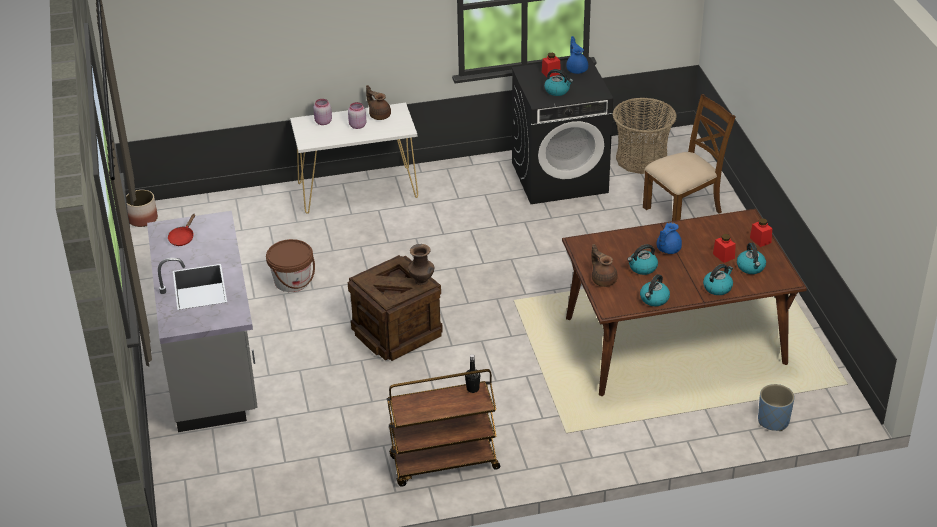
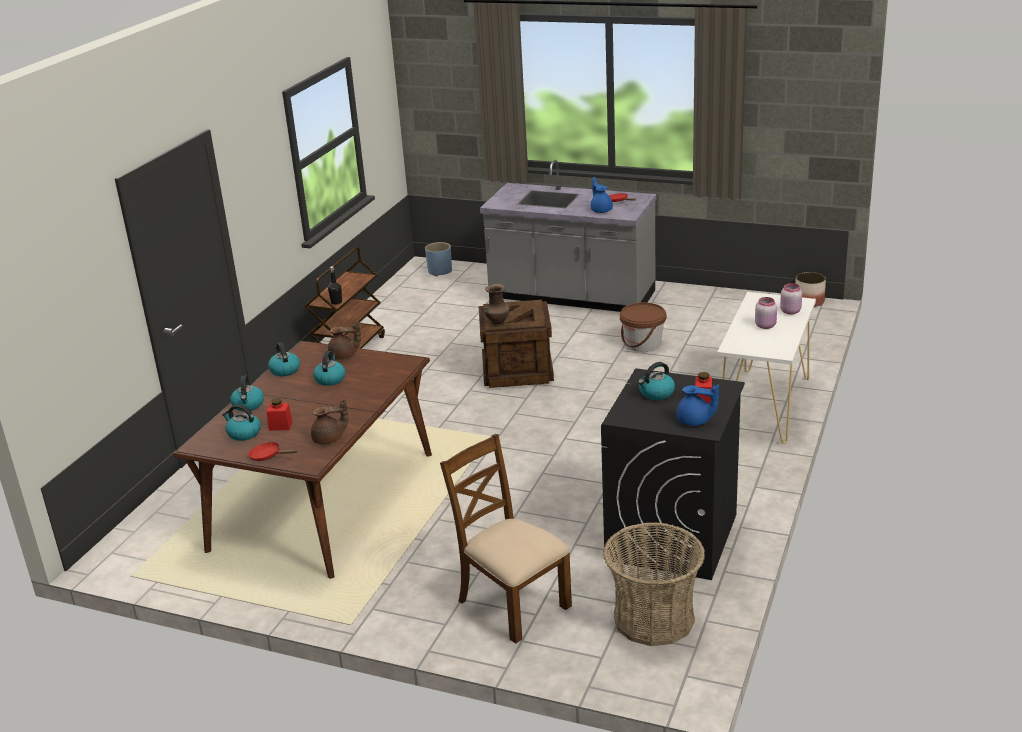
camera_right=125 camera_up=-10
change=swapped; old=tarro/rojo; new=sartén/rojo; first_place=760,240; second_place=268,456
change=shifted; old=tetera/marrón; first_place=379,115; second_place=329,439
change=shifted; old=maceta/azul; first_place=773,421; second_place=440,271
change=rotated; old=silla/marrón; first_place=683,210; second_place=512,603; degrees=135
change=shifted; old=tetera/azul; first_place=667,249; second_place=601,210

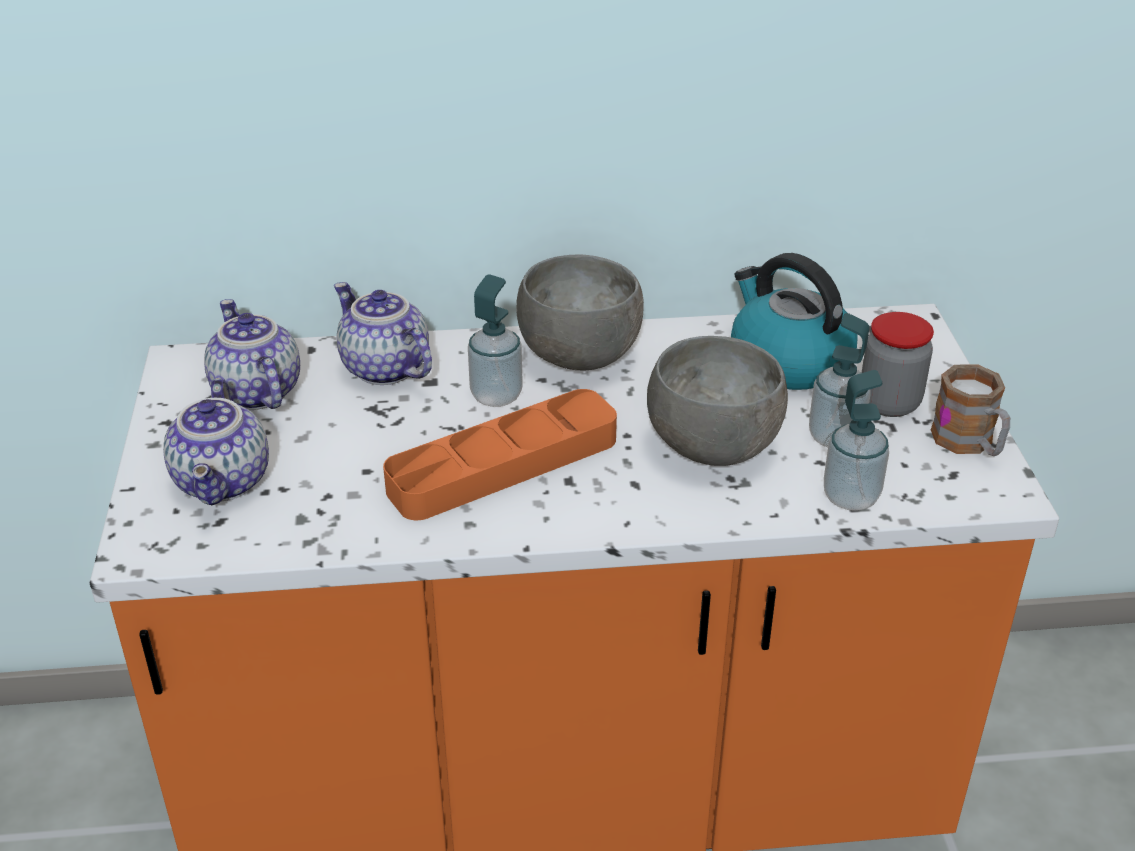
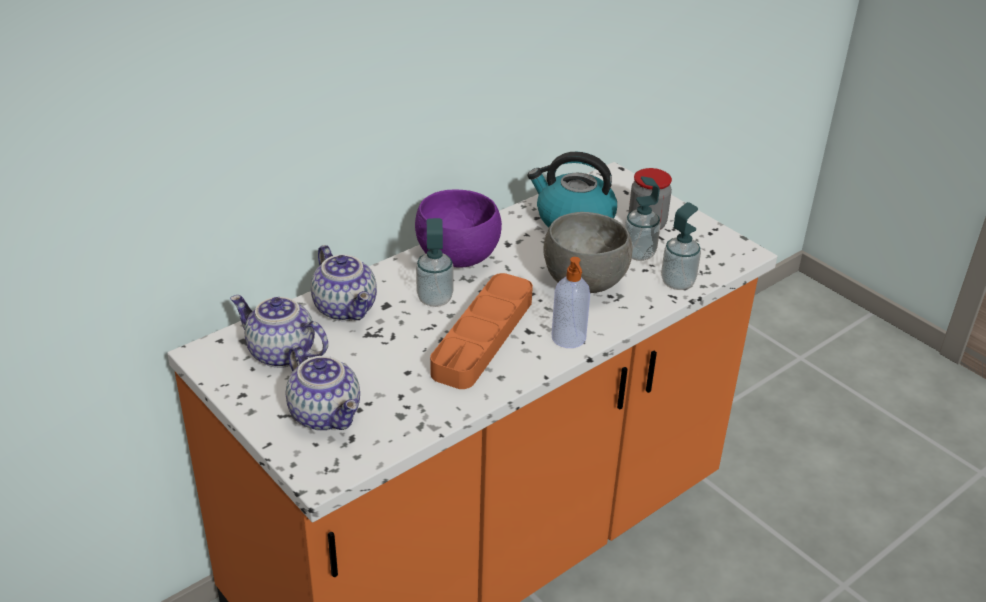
camera_right=-35 camera_up=0
change=rotated; old=tetera; first_place=383,368; second_place=347,308; degrees=-135
change=repainted; old=cuenco/gris; new=cuenco/morado; first_place=581,357; second_place=459,258
change=new; new=dispensador de jabón; second_place=569,339
change=gone; old=taza grande; first_place=969,444

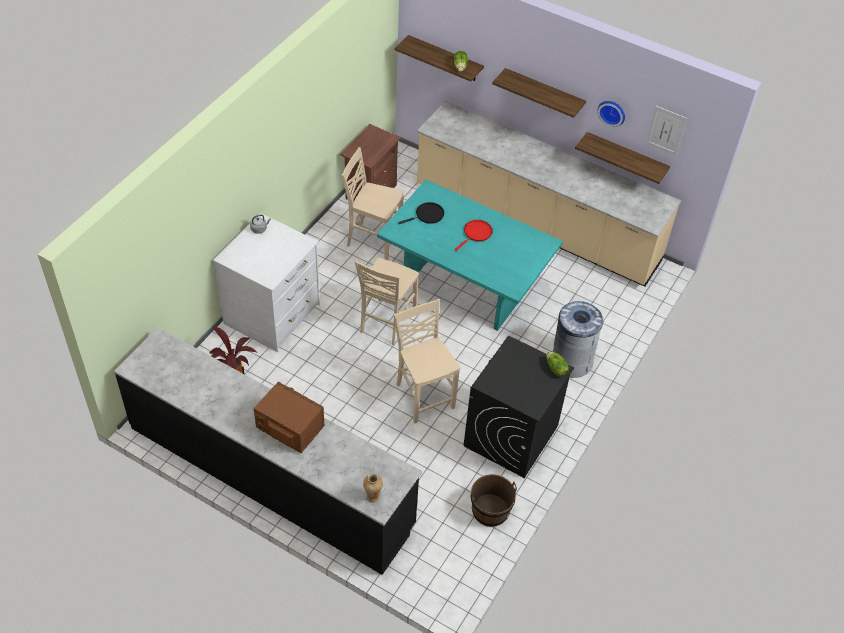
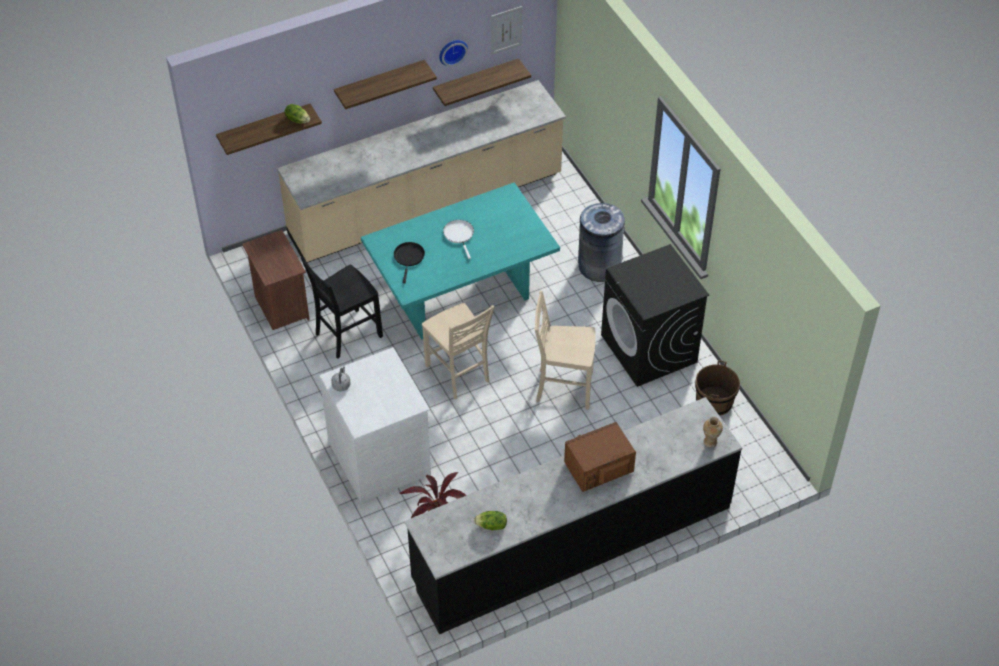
camera_right=-55 camera_up=0
change=repainted; old=silla/beis; new=silla/negro; first_place=373,240; second_place=346,335
change=repainted; old=sartén/rojo; new=sartén/blanco; first_place=476,233; second_place=459,235
change=shifted; old=lechuga; first_place=555,369; second_place=491,526

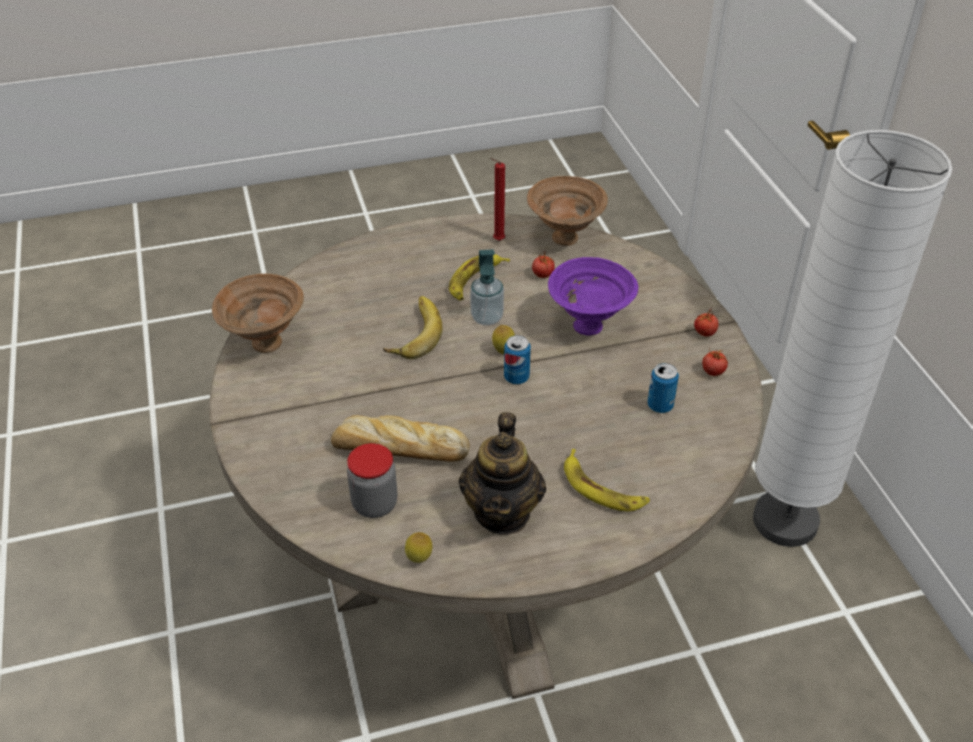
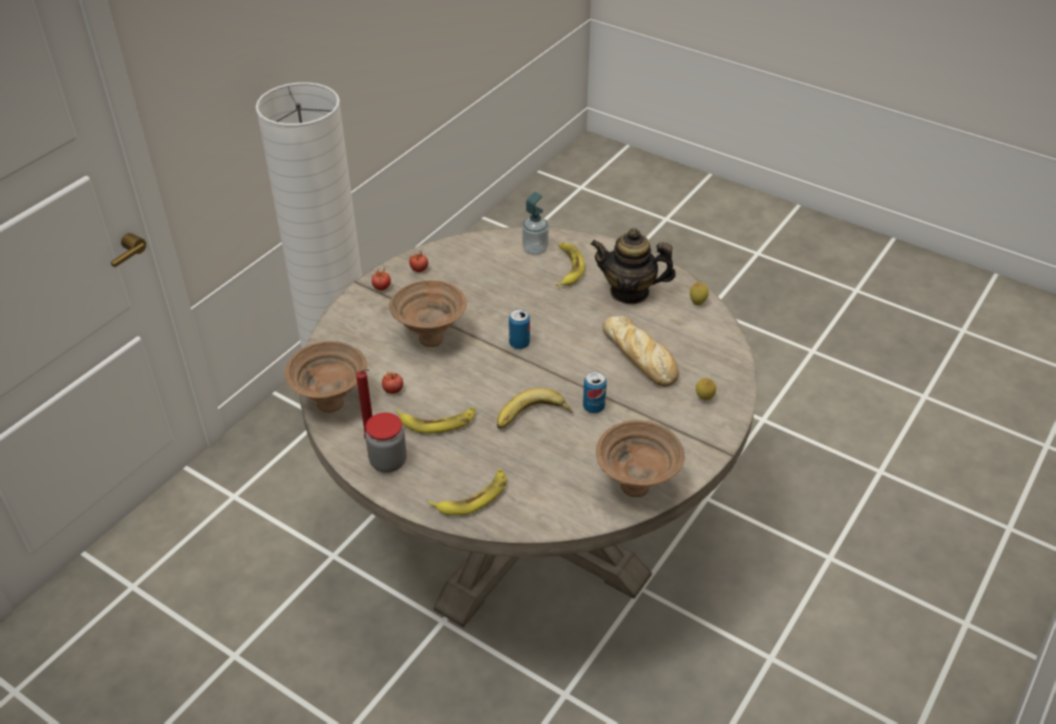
camera_right=-130 camera_up=0
change=shifted; old=tarro; first_place=374,504; second_place=388,462
change=repainted; old=cuenco/morado; new=cuenco/marrón; first_place=589,325; second_place=429,338
change=new; new=plátano; second_place=473,497
change=shifted; old=dispensador de jabón; first_place=487,318; second_place=535,250
change=shifted; old=lata; first_place=660,405; second_place=593,407
change=rotated; old=tetera; first_place=503,512; second_place=629,292; degrees=-135
change=shifted; old=limón; first_place=503,351; second_place=704,399

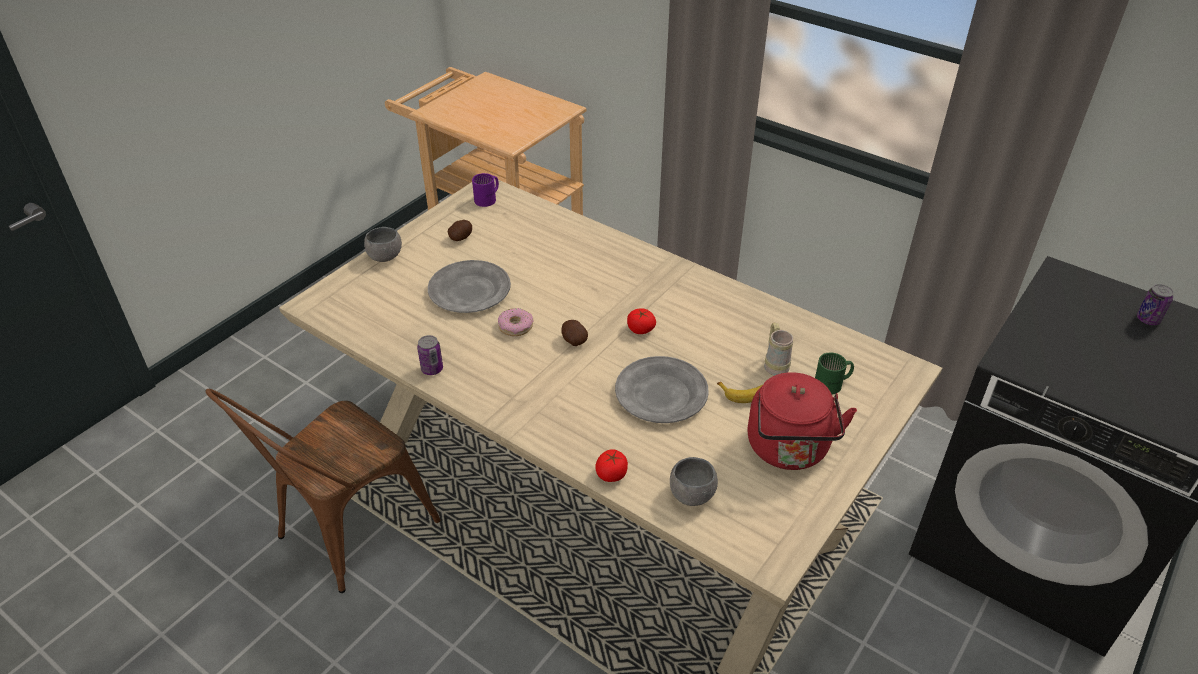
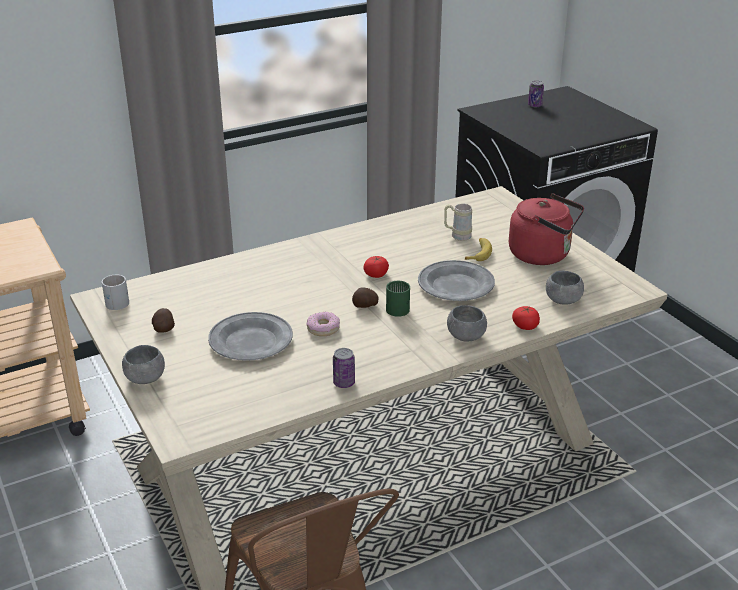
camera_right=-65 camera_up=-10
change=repainted; old=taza grande/morado; new=taza grande/blanco; first_place=488,199; second_place=117,301
change=shifted; old=taza grande/verde; first_place=833,384; second_place=399,307
change=new; new=cuenco/gris; second_place=466,337

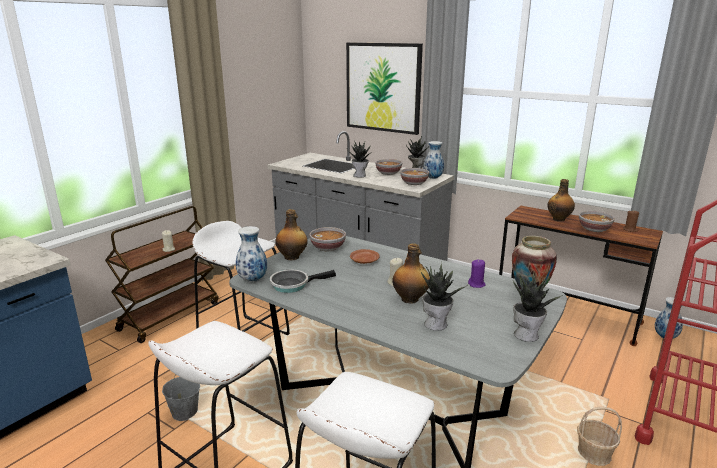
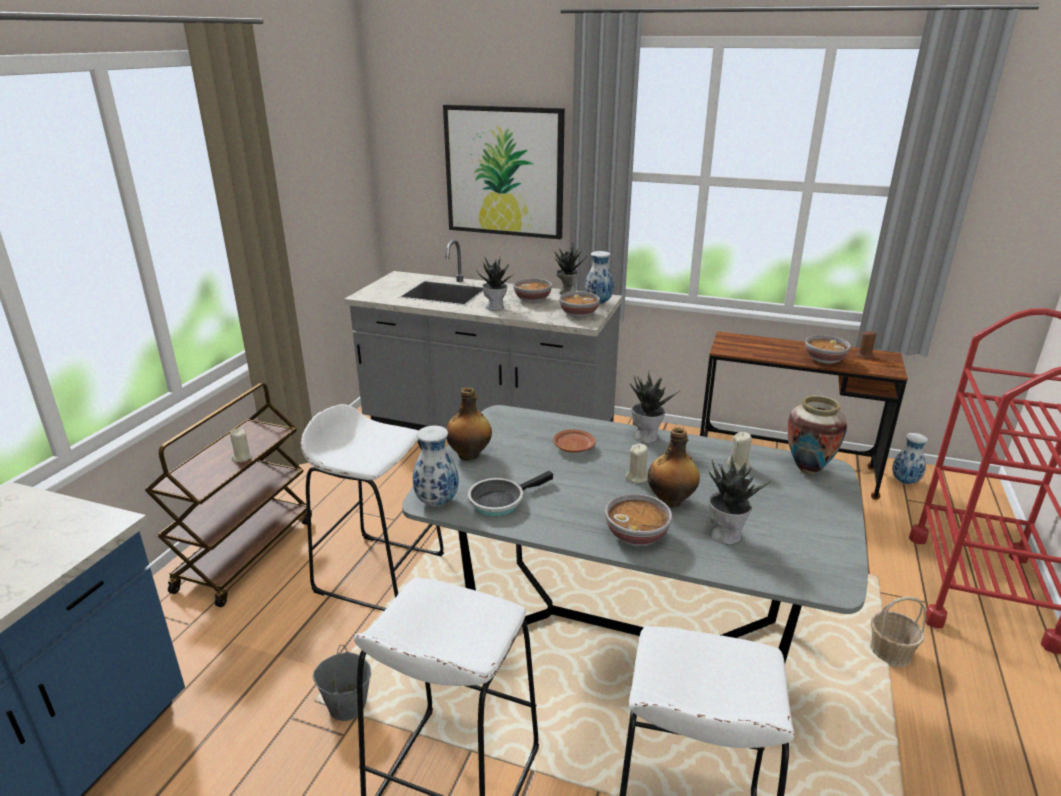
camera_right=-15 camera_up=5
change=shifted; old=cuenco; first_place=328,248; second_place=637,535
change=shifted; old=planta en maceta; first_place=527,334; second_place=646,436
change=repainted; old=vela/morado; new=vela/beis; first_place=476,284; second_place=738,465
change=gone; old=botella; first_place=559,219

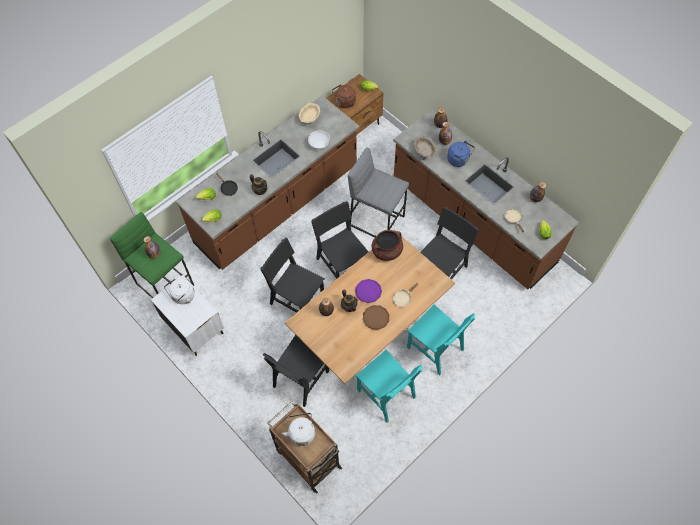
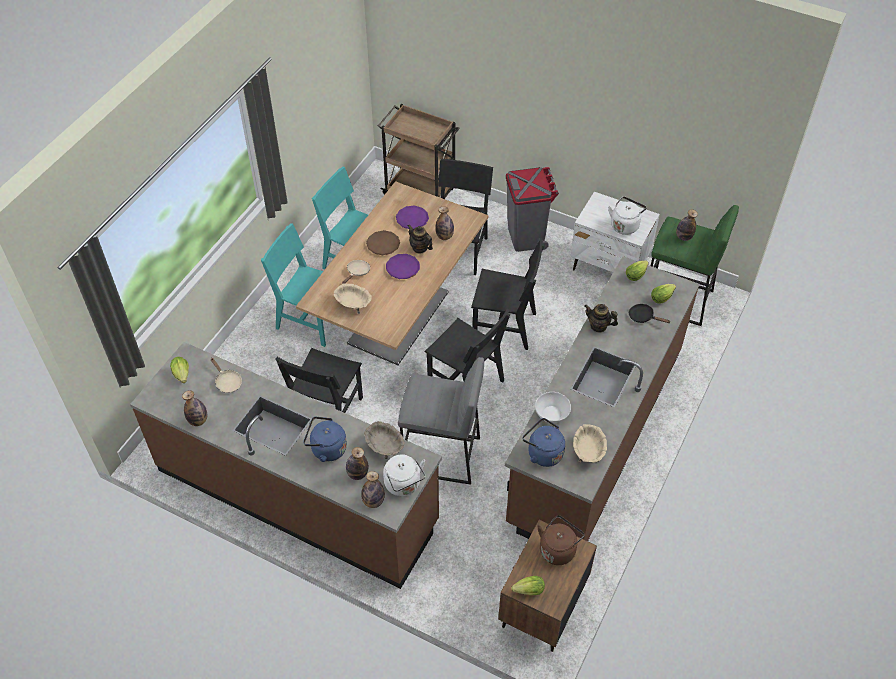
camera_right=160 camera_up=-10
change=new; new=cuenco/beis; second_place=353,304
change=shifted; old=hervidor/blanco; first_place=301,432; second_place=404,485
change=new; new=plato/morado; second_place=412,219
change=new; new=papelera/gris; second_place=526,237
change=new; new=hervidor/azul; second_place=543,453
change=gone; old=olla/marrón; first_place=386,251

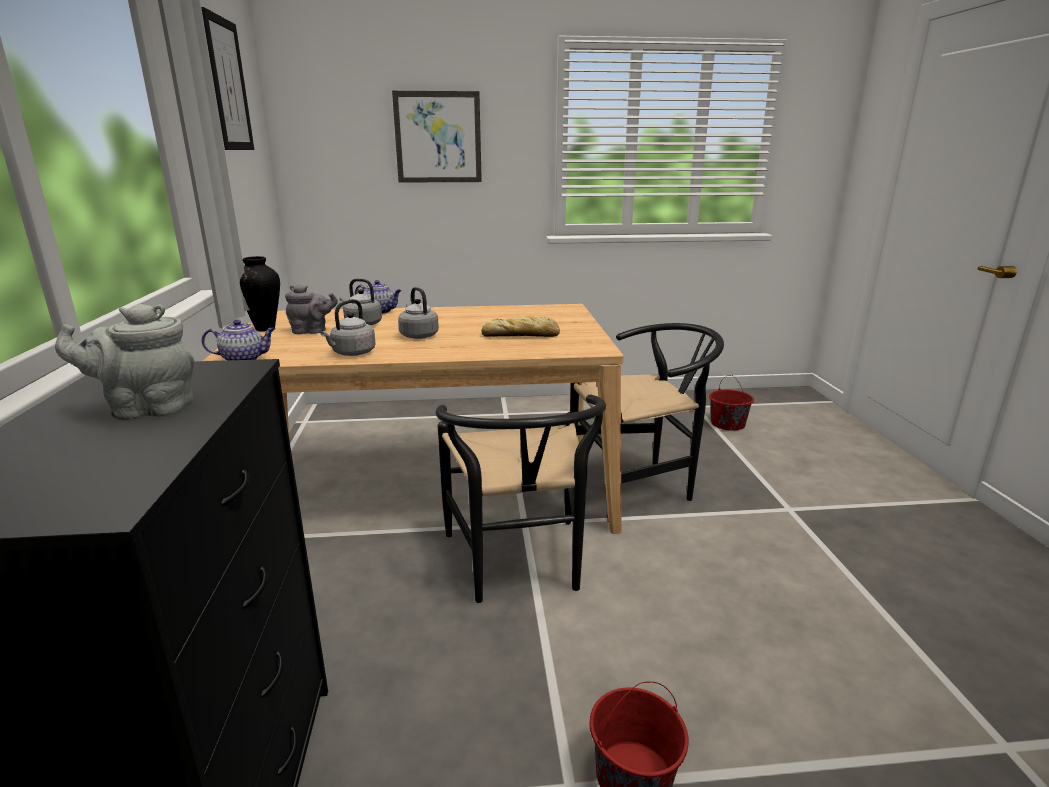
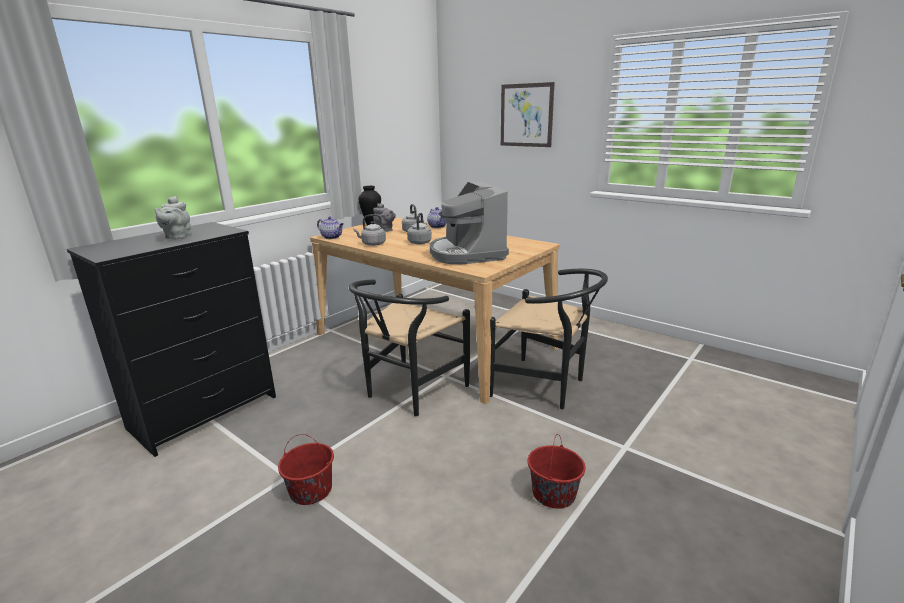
camera_right=45 camera_up=0
change=rotated; old=tetera/gris; first_place=146,409; second_place=177,237; degrees=-120
change=swapped; old=pan; new=cafetera; first_place=522,335; second_place=466,254
change=shifted; old=cubo/rojo; first_place=728,424; second_place=553,493
change=gone; old=cuadro; first_place=229,85

